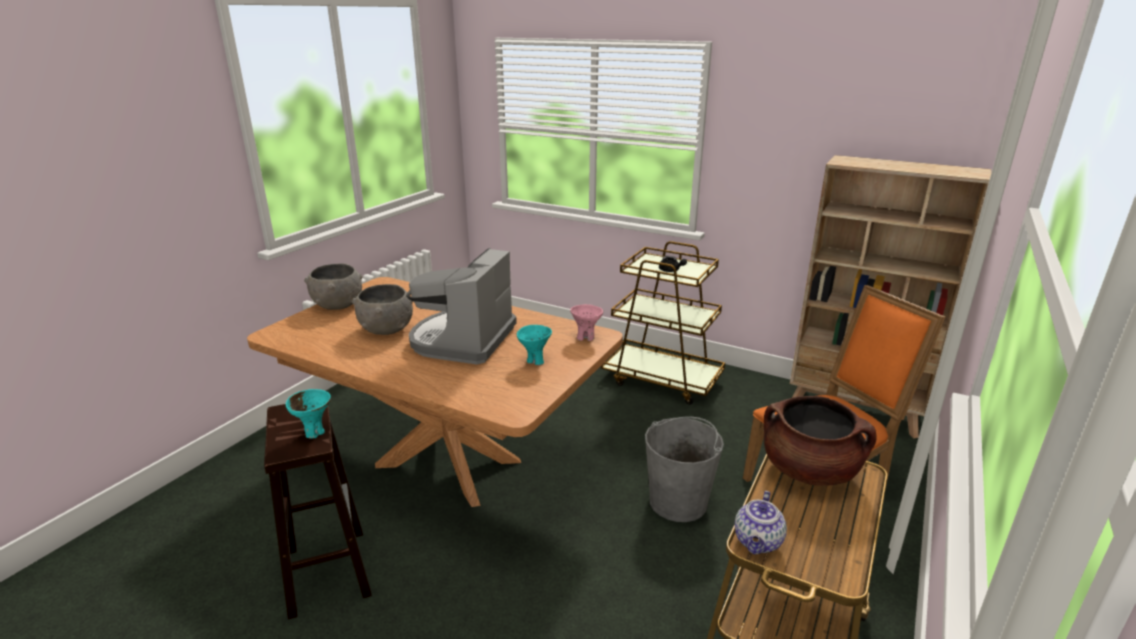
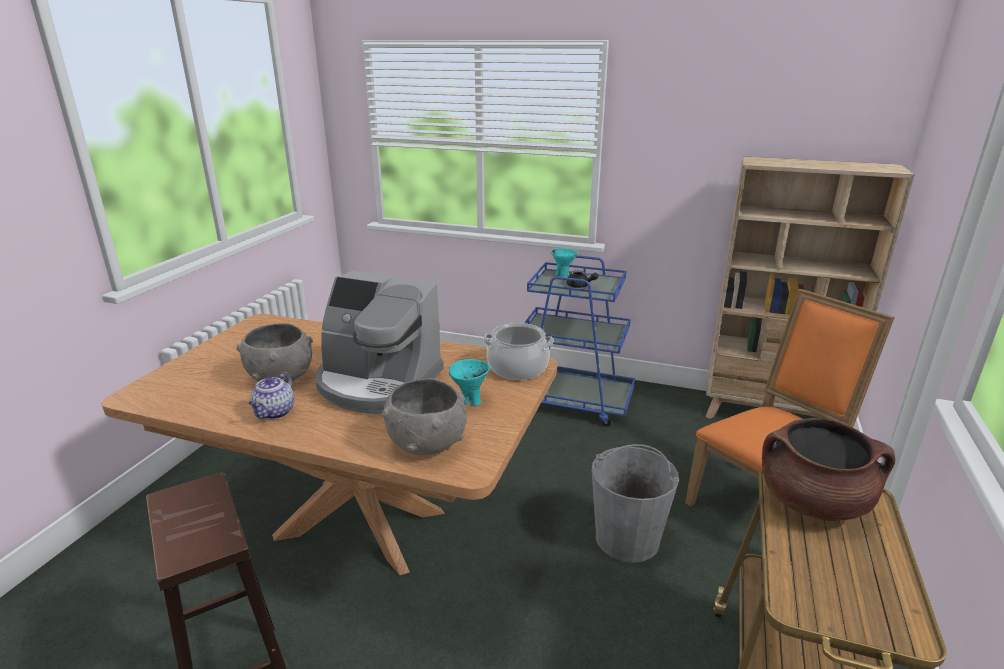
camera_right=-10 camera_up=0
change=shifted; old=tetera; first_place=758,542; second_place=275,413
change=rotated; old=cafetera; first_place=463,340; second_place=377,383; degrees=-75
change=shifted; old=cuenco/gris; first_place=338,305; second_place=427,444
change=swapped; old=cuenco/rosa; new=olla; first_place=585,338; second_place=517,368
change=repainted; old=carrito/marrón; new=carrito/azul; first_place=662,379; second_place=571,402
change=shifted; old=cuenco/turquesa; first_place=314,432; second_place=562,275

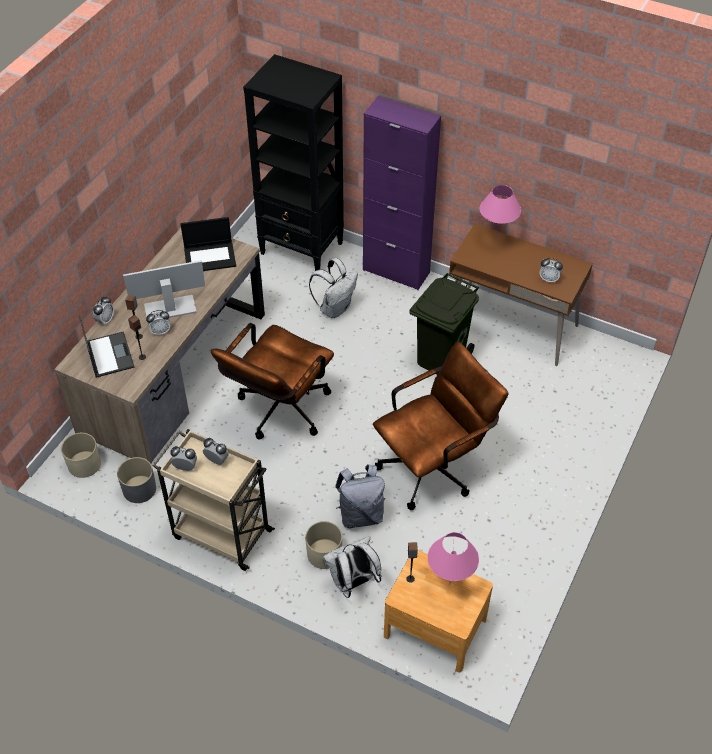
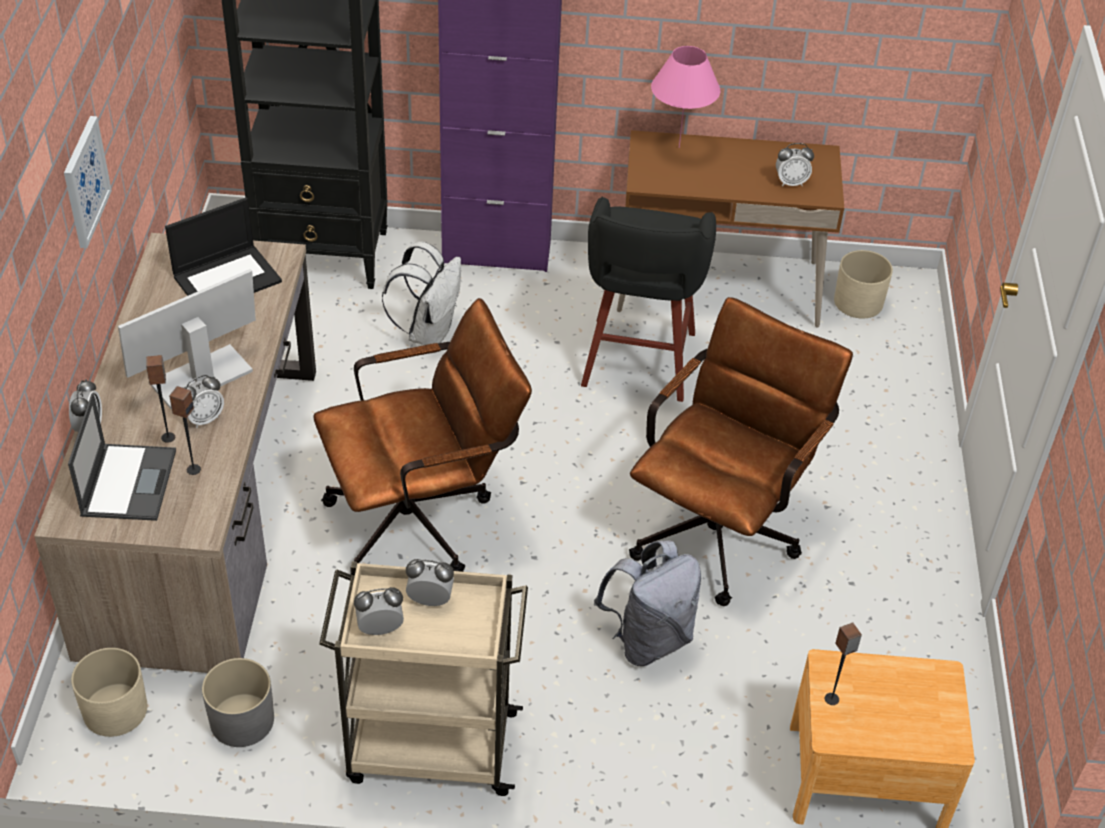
camera_right=-25 camera_up=-5
change=new; new=cuadro; second_place=85,181
change=rotated; old=portátil; first_place=109,354; second_place=128,482; degrees=45
change=rotated; old=silla de oficina/marrón; first_place=279,412; second_place=423,519; degrees=-120
change=swapped; old=papelera/verde; new=taburete/negro; first_place=440,358; second_place=637,362
change=shifted; old=maceta/beis; first_place=324,553; second_place=857,302
change=gone; old=mochila/blanco; first_place=352,582
change=gone; old=lámpara de mesa/rosa; first_place=449,584

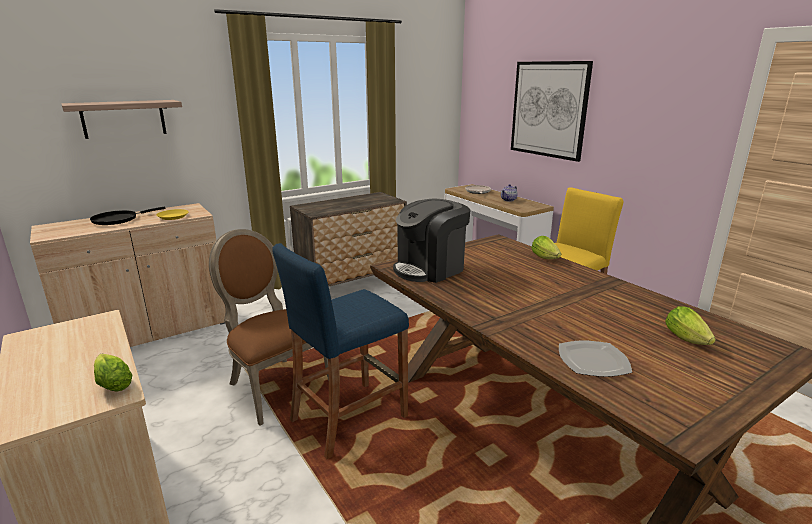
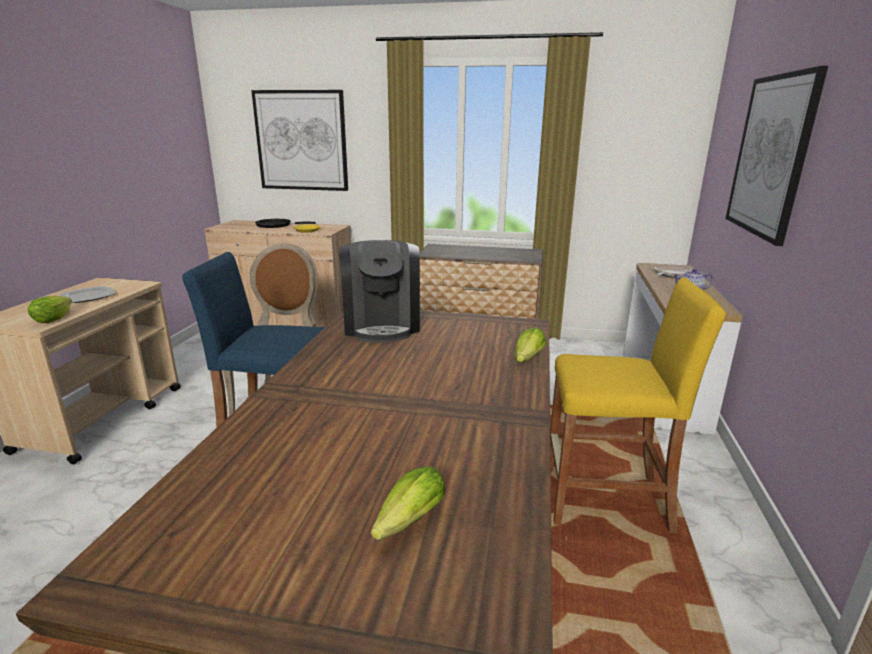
camera_right=45 camera_up=0
change=shifted; old=plato; first_place=594,361; second_place=87,297
change=swapped; old=estante; new=cuadro; first_place=123,118; second_place=301,141
change=rotated; old=cafetera; first_place=430,268; second_place=382,325; degrees=-105

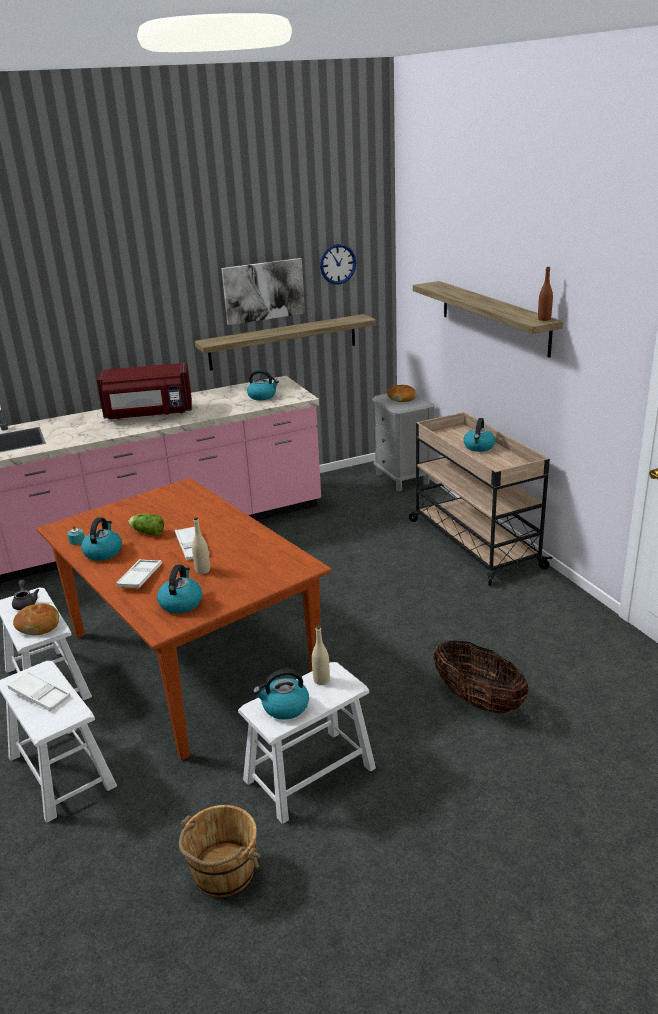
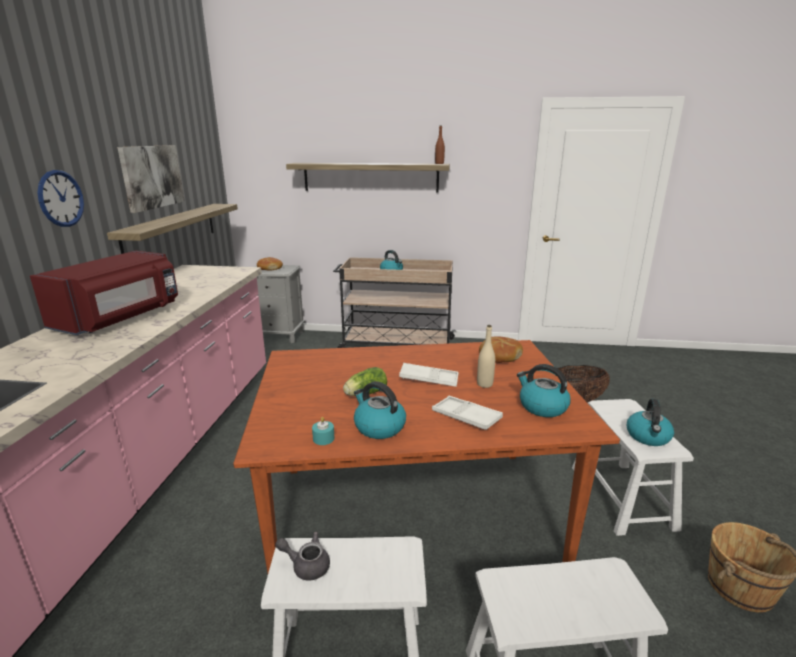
camera_right=-60 camera_up=-5
change=shifted; old=reloj de pared; first_place=337,264; second_place=61,198
change=shifted; old=pan; first_place=38,625; second_place=499,356
change=gone; old=bandeja/blanco; first_place=40,695
change=gone; old=hervidor; first_place=262,396
change=gone; old=botella/beis; first_place=321,680

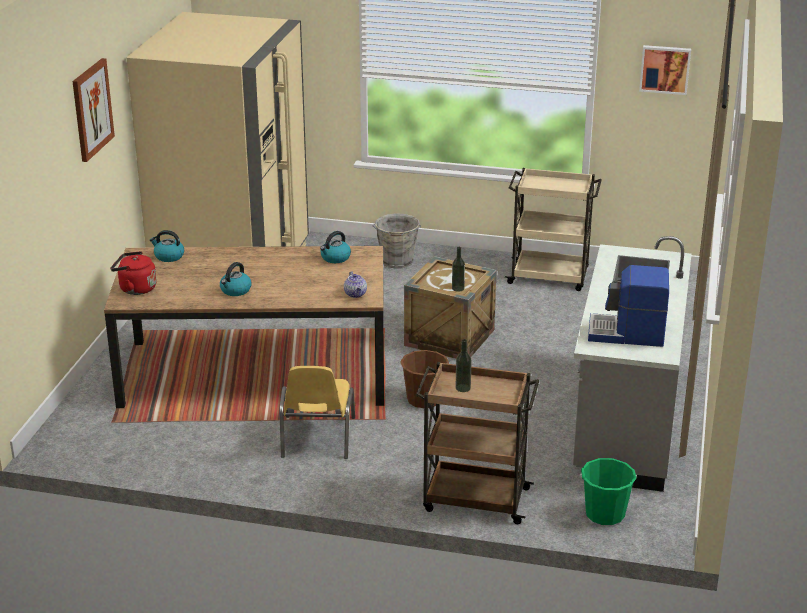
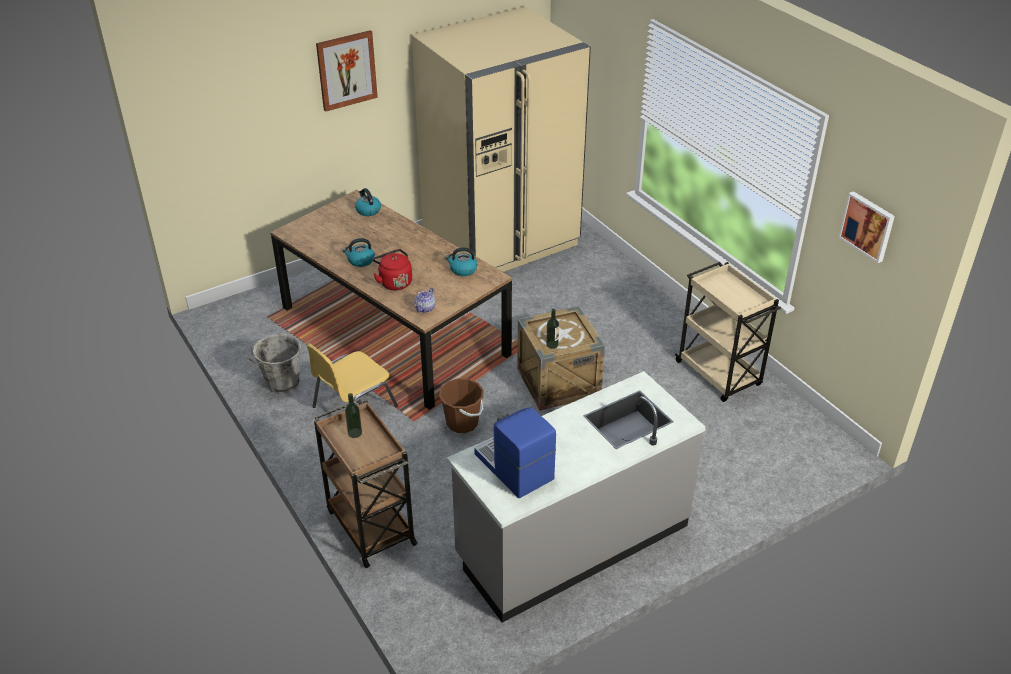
camera_right=45 camera_up=10
change=shifted; old=cubo/gris; first_place=397,262; second_place=281,383
change=shifted; old=hervidor/rojo; first_place=135,289; second_place=394,282
change=gone; old=cubo/verde; first_place=605,514

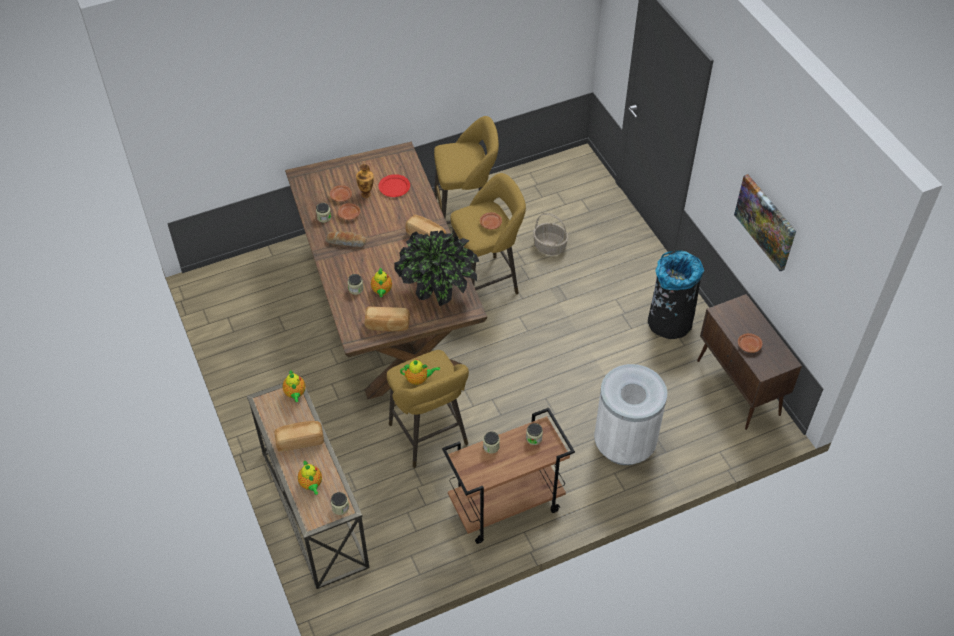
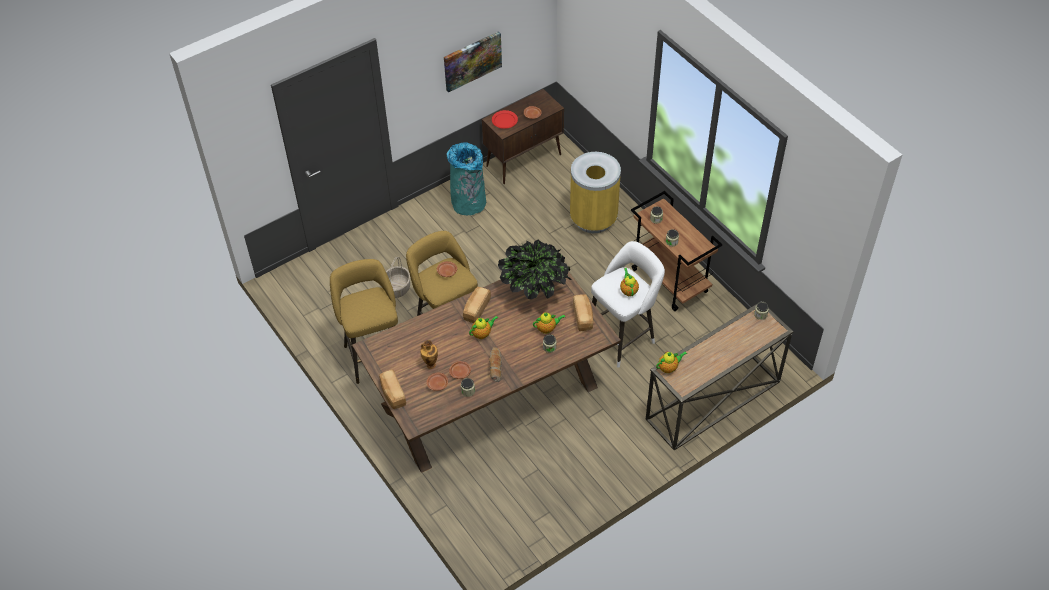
camera_right=-100 camera_up=0
change=shifted; old=pan; first_place=300,440; second_place=392,394
change=repainted; old=papelera/negro; new=papelera/turquesa; first_place=669,322; second_place=468,203
change=shifted; old=tetera; first_place=311,485; second_place=482,334
change=shifted; old=plato/rojo; first_place=394,187; second_place=504,120
change=repainted; old=papelera/blanco; new=papelera/amarillo; first_place=624,444; second_place=593,219
change=repainted; old=taburete/amarillo; new=taburete/blanco; first_place=430,437; second_place=623,337

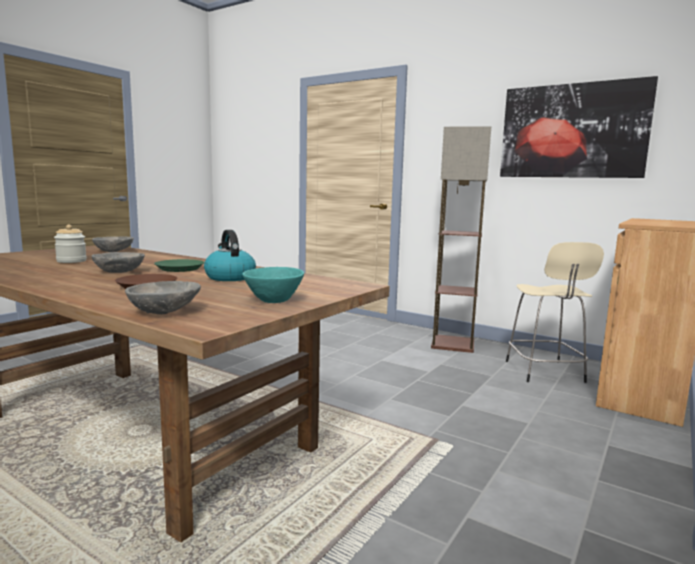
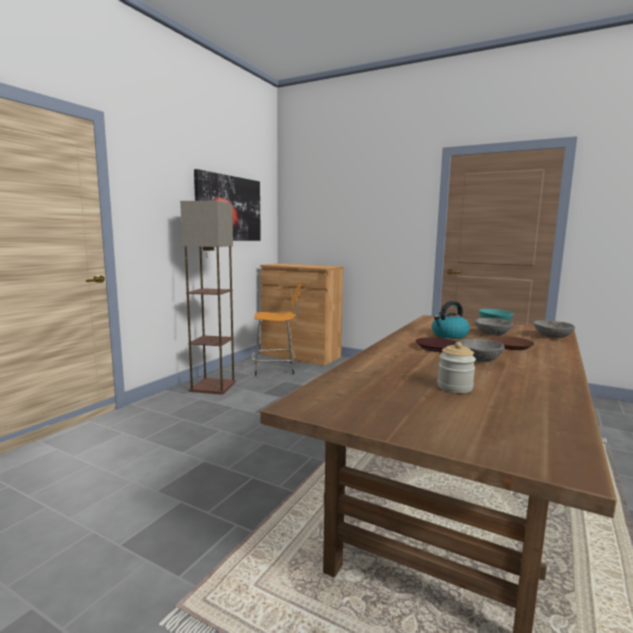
camera_right=-95 camera_up=0
change=repainted; old=taburete/beis; new=taburete/naranja; first_place=545,372; second_place=276,369
change=repainted; old=plato/verde; new=plato/marrón; first_place=180,269; second_place=436,347
change=shifted; old=cuenco/gris; first_place=114,251; second_place=492,334

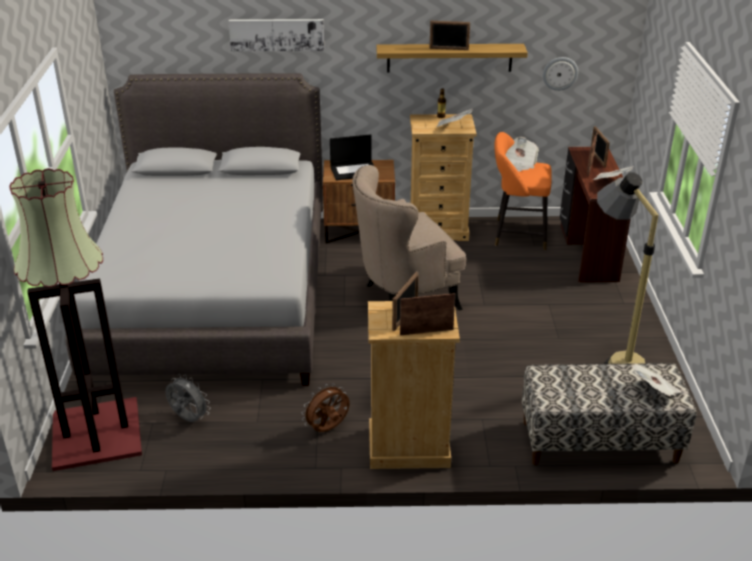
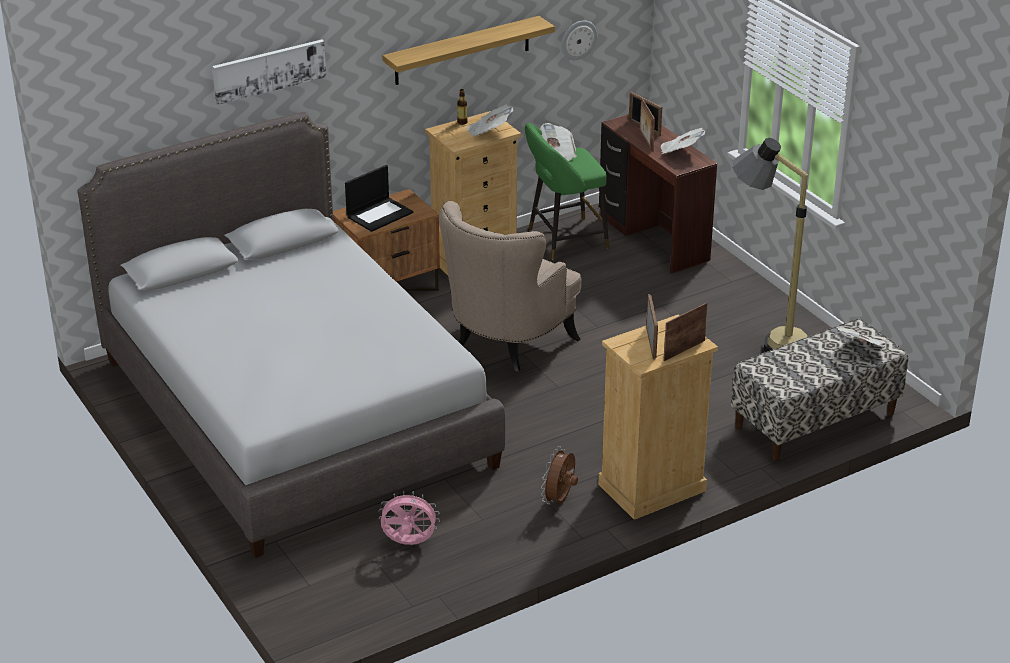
camera_right=-30 camera_up=0
change=repainted; old=ventilador/gris; new=ventilador/rosa; first_place=188,419; second_place=408,543
change=repainted; old=taburete/naranja; new=taburete/verde; first_place=516,234; second_place=563,240
change=gone; old=lámpara de pie; first_place=98,433
change=gone; old=portarretratos; first_place=449,49

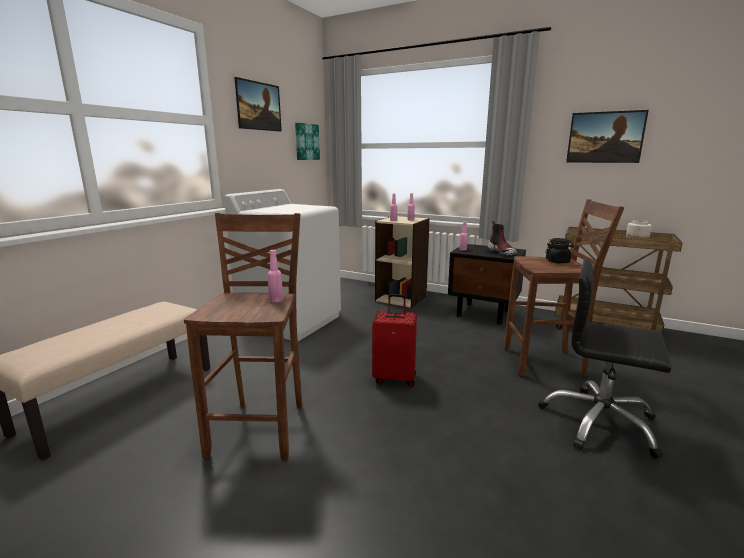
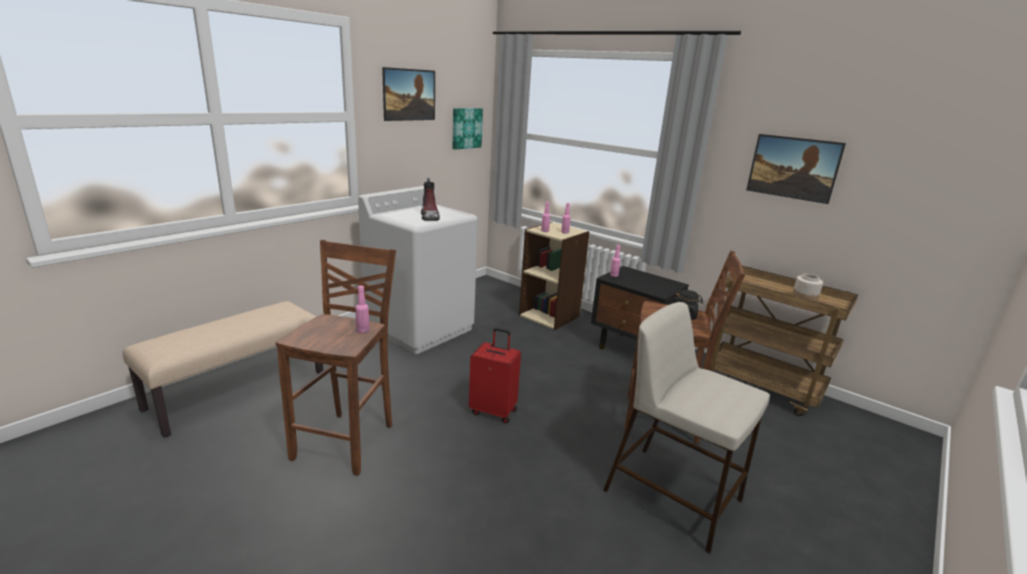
camera_right=10 camera_up=5
change=shifted; old=bota; first_place=501,253; second_place=430,217
change=swapped; old=silla de oficina/negro; new=taburete/beis; first_place=599,422; second_place=674,496

